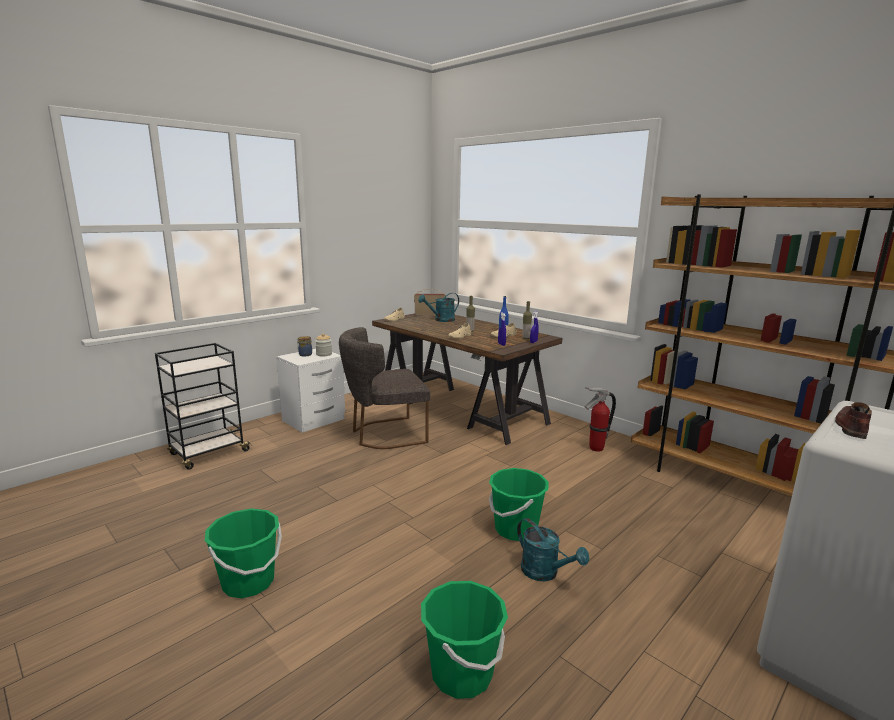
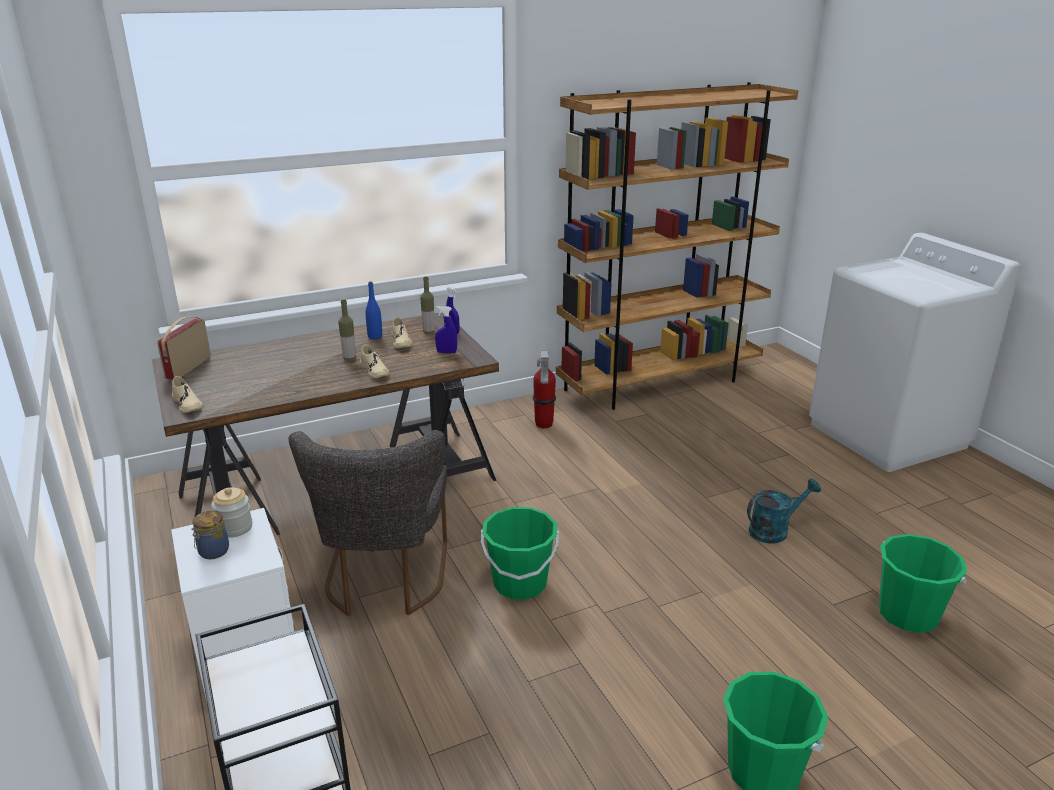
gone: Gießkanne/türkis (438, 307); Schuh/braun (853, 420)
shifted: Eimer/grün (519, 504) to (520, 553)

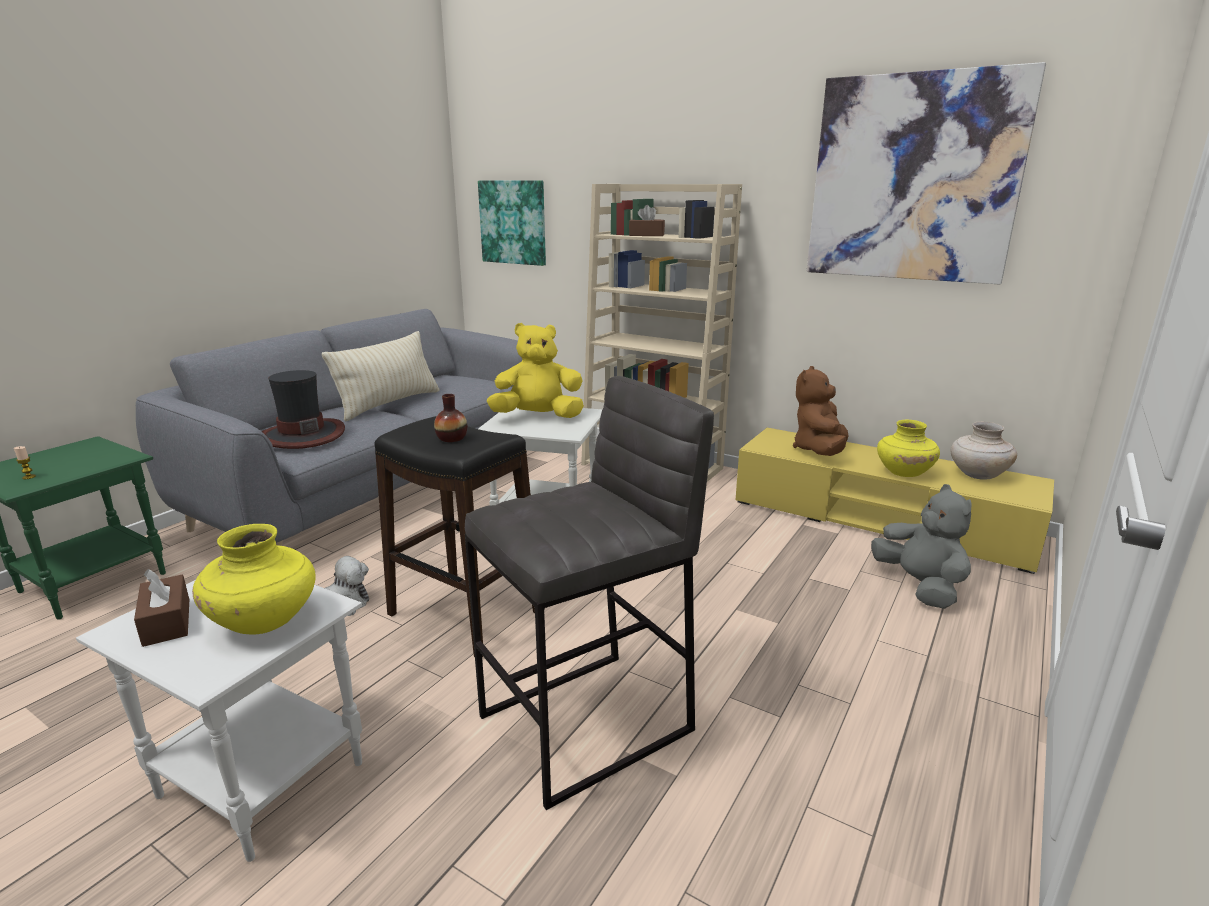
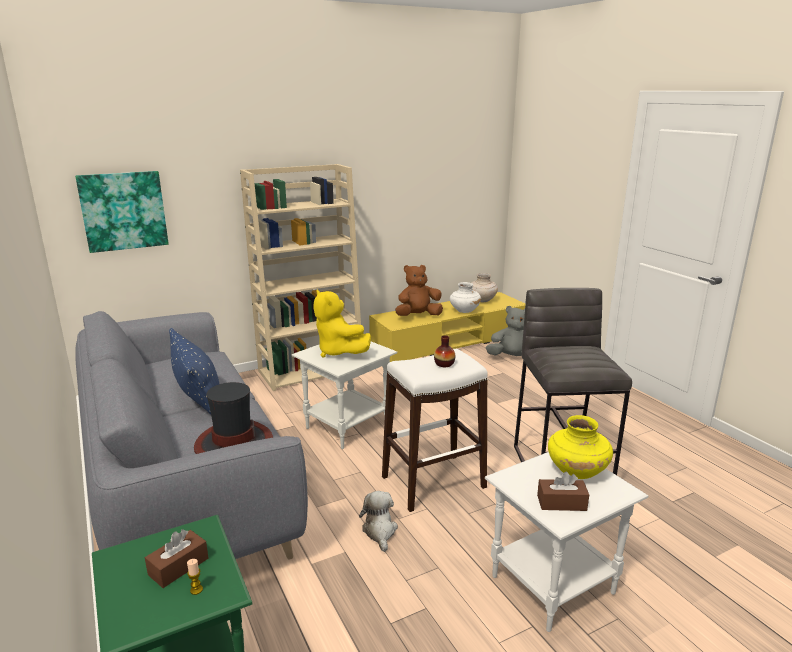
gone: Bild (926, 173)
shifted: Taschentuchbox/braun (647, 220) to (176, 558)
repainted: Kissen/beige (381, 376) to Kissen/blau (194, 371); Hocker/schwarz (455, 536) to Hocker/weiß (435, 430); Vase/gelb (908, 448) to Vase/weiß (465, 297)
rotated: Plüschtier/gelb (535, 370) = (342, 324) 60 degrees counterclockwise; Plüschtier/braun (821, 411) = (419, 290) 105 degrees clockwise

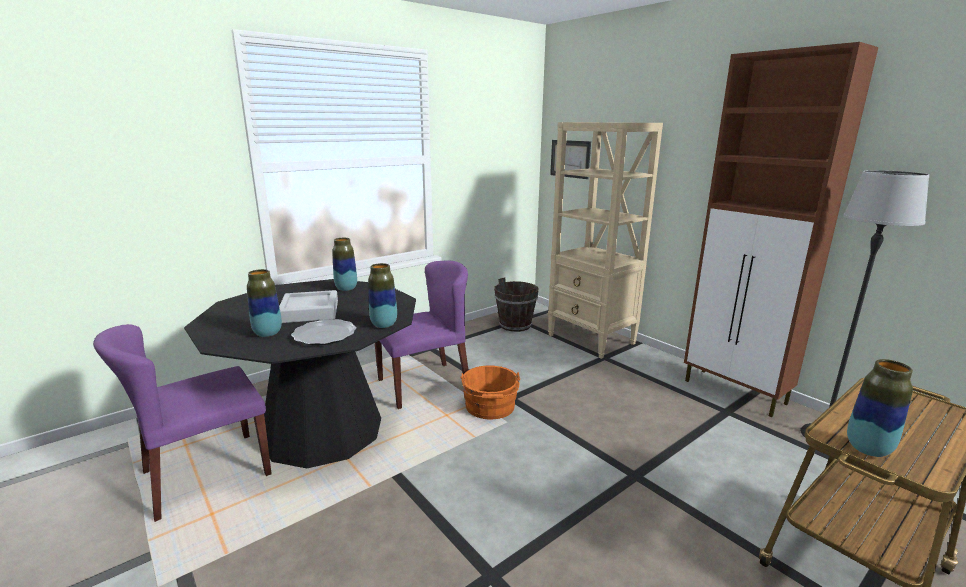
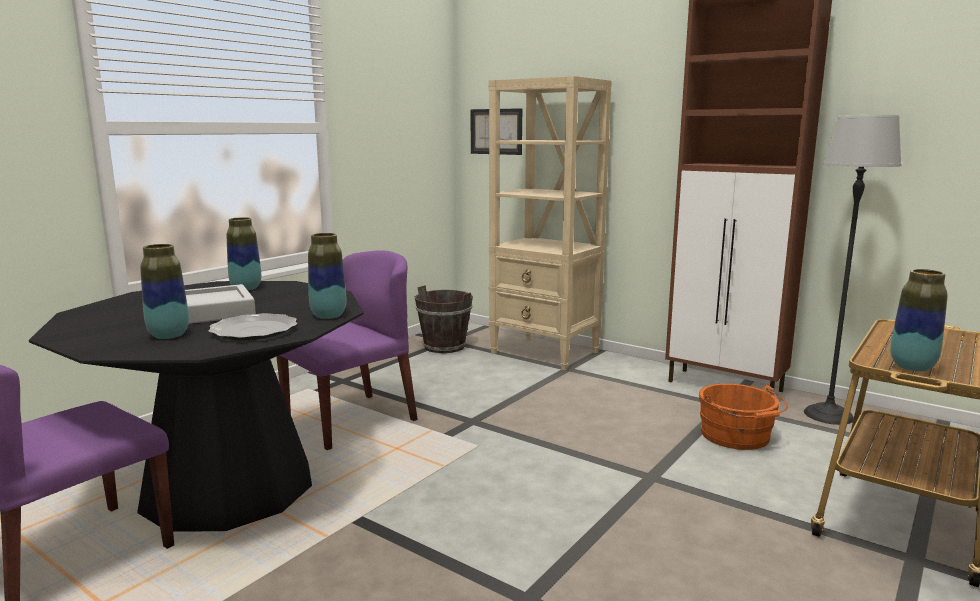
shifted: Eimer/orange (490, 392) to (743, 417)

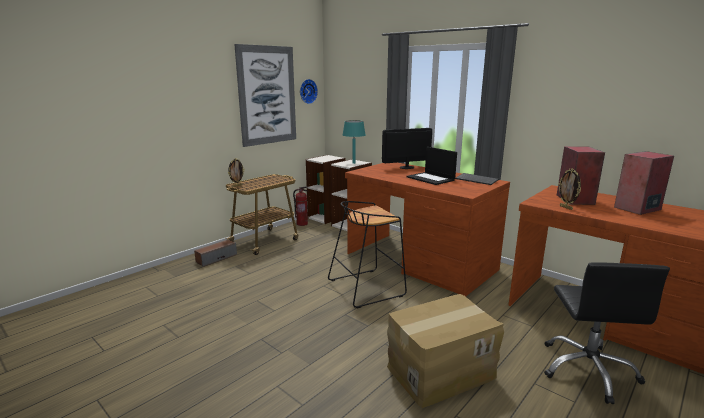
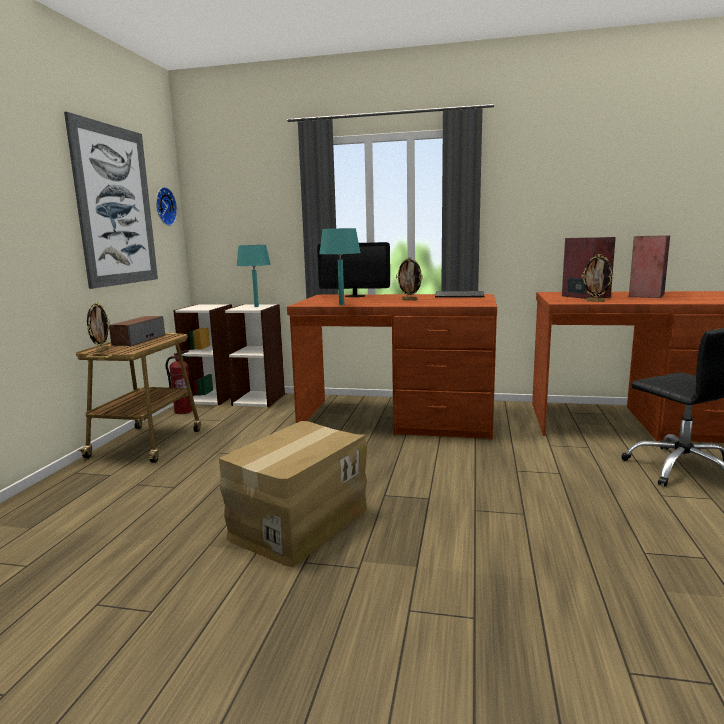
gone: Hocker/schwarz (367, 255)
new: Tischlampe/türkis (340, 266)
shifted: Lautsprecher (215, 253) to (137, 331); Karton (445, 351) to (293, 494)
swapped: Laptop (431, 166) to Bilderrahmen (409, 278)
rotated: Monitor (407, 148) = (353, 269) 120 degrees counterclockwise

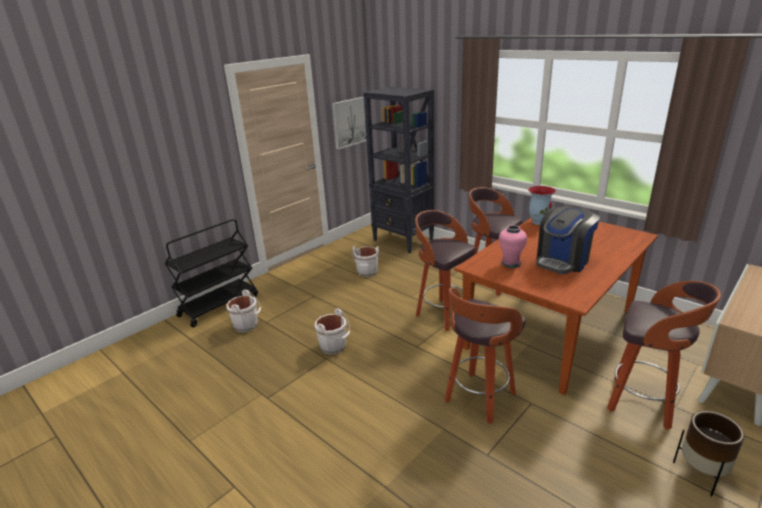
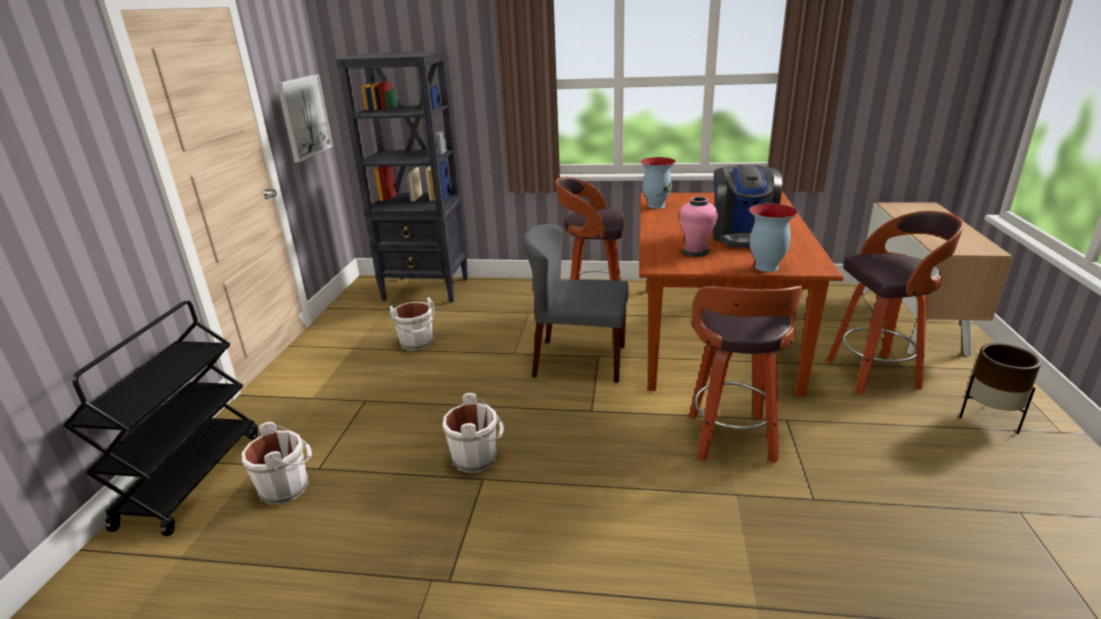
new: Vase (773, 238)
swapped: Hocker (445, 270) to Stuhl/grau (576, 303)

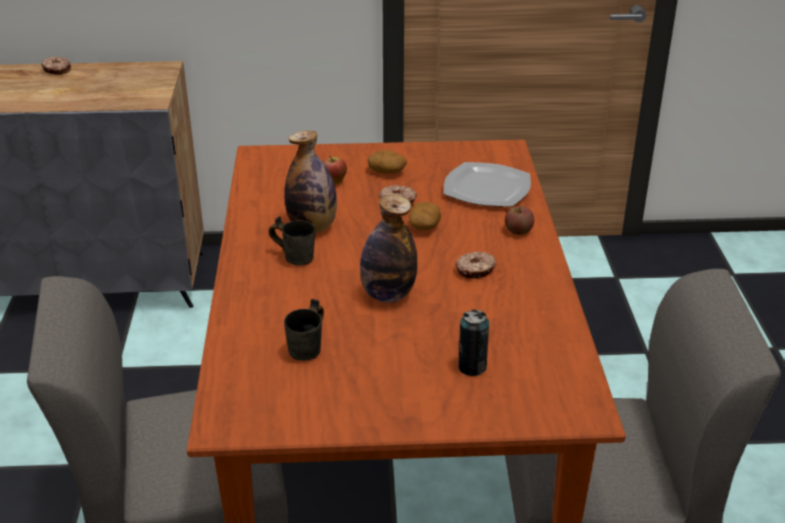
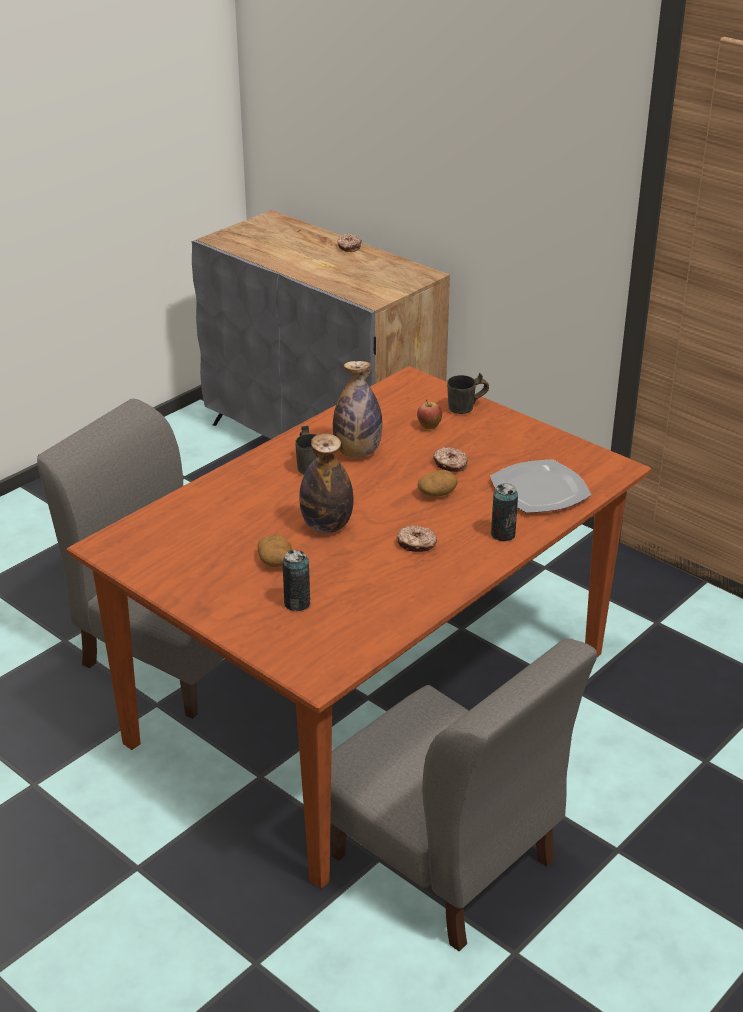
shifted: Kartoffel (387, 161) to (274, 551); Henkelbecher/grau (304, 330) to (468, 393)
swapped: Apfel (519, 220) to Dose (504, 512)

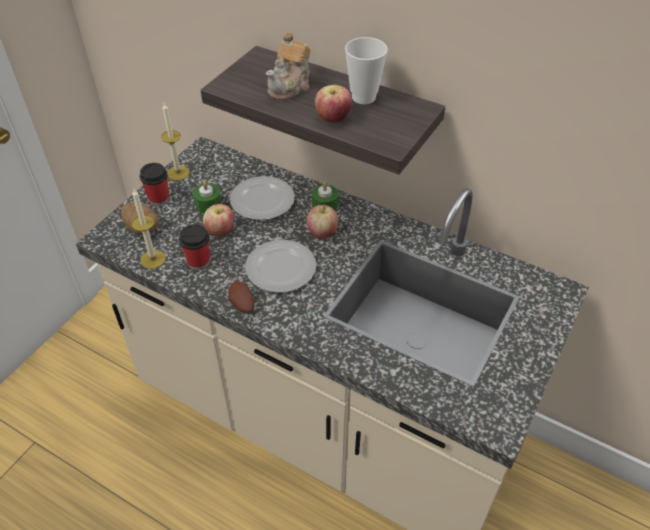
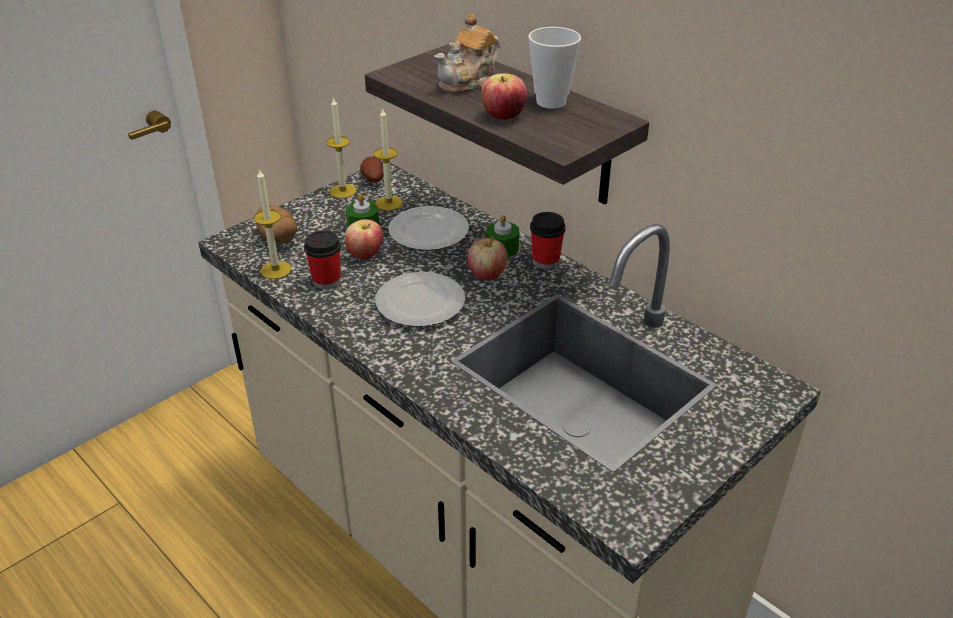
new: Kerze (388, 160)
shifted: Tasse (154, 184) to (548, 240); Kartoffel (241, 297) to (372, 169)

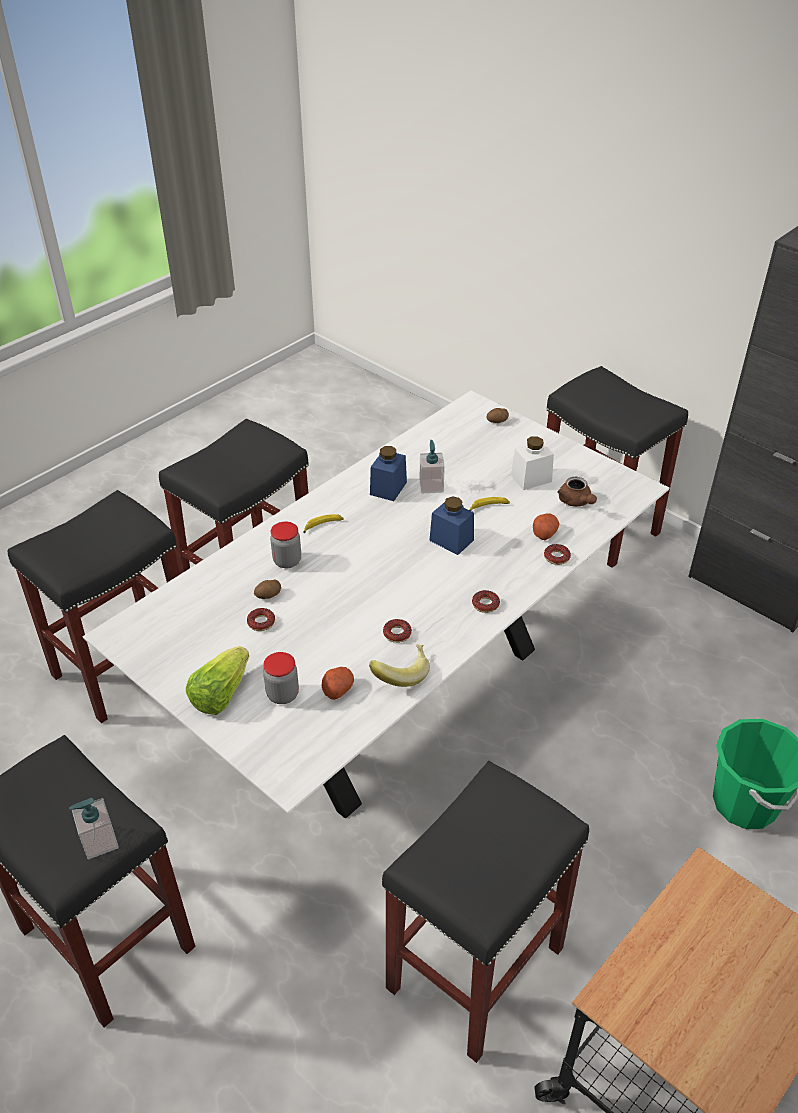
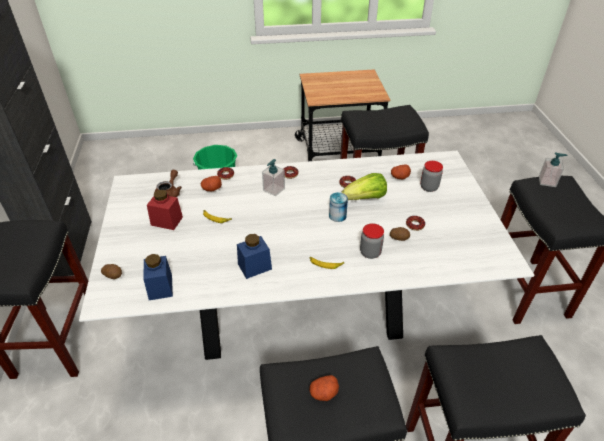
gone: Banane (399, 665)
new: Dose (338, 207); Kartoffel (324, 388)
shifted: Seifenspender (432, 466) to (273, 177); Vorratsglas/blau (451, 525) to (158, 277); Salatkopf (217, 680) to (364, 186)
repainted: Vorratsglas/weiß (532, 463) to Vorratsglas/rot (165, 210)

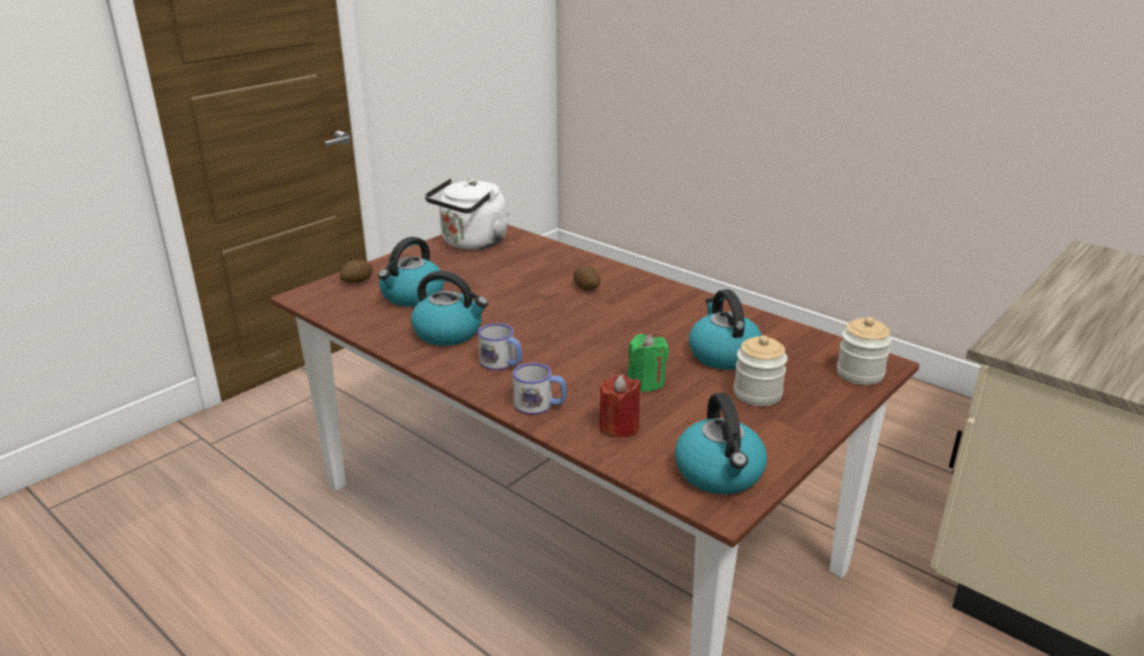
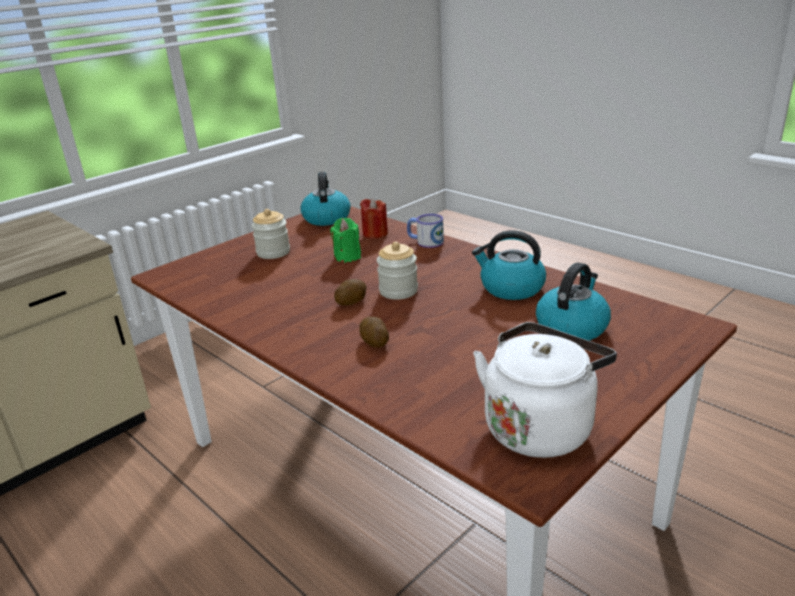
gone: Wasserkessel (725, 329); Henkelbecher (500, 346)
shifted: Kartoffel (355, 271) to (350, 292); Vorratsglas (864, 351) to (397, 271)

